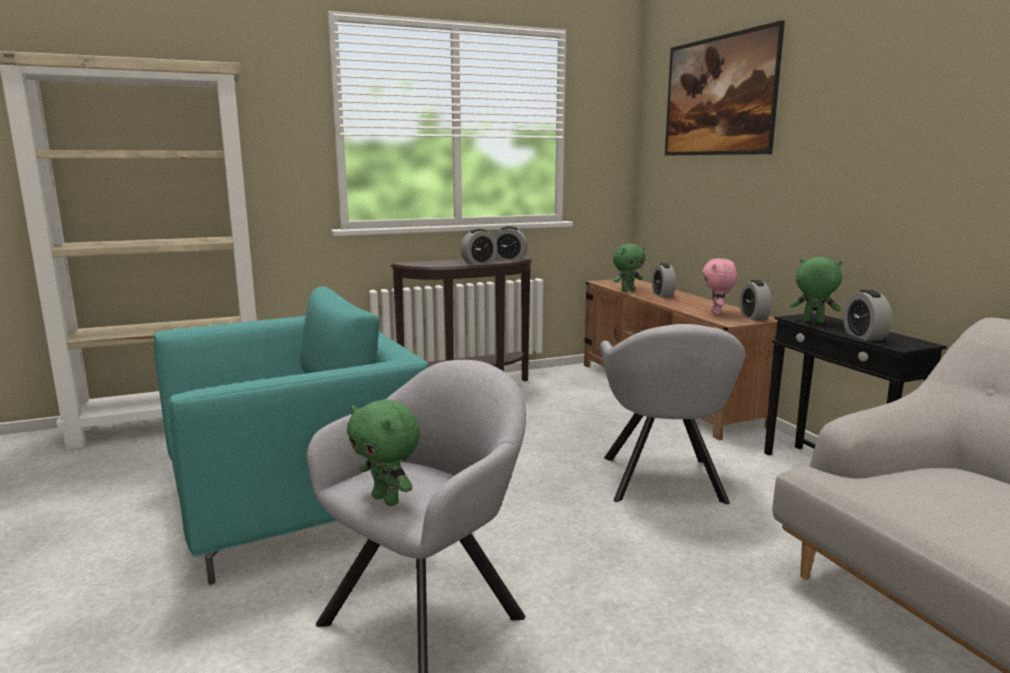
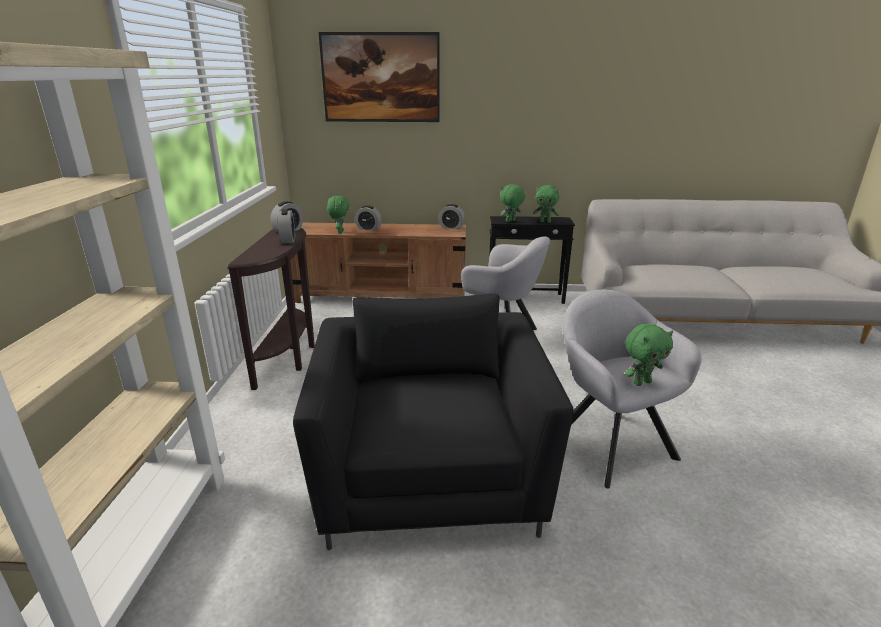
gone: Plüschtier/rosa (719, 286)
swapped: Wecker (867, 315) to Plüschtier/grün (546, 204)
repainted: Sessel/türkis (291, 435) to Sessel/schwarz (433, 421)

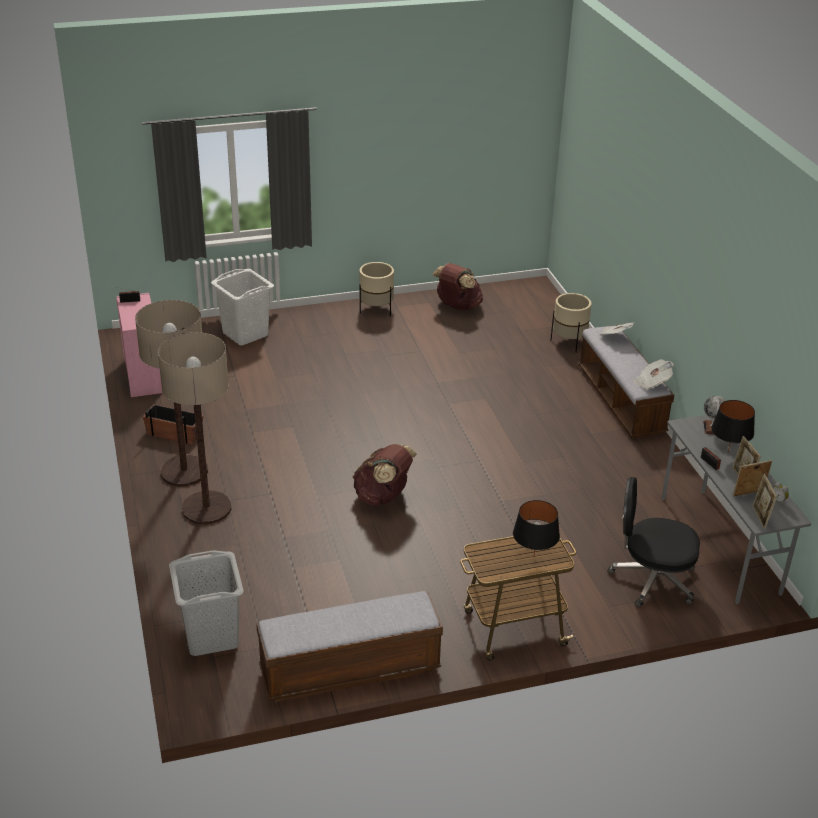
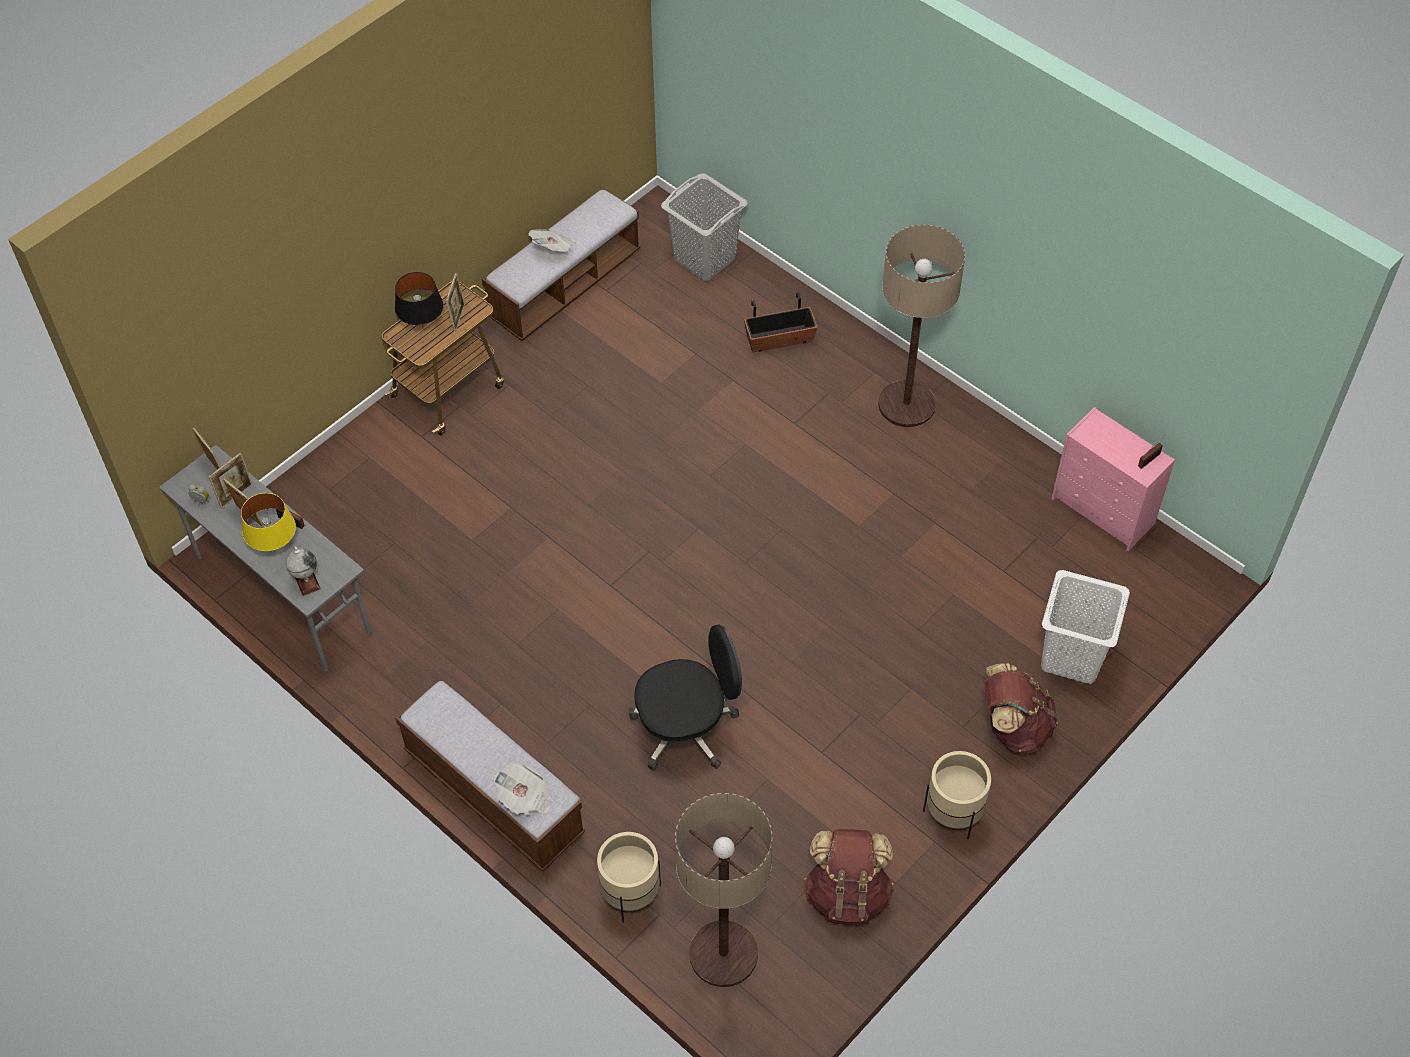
new: Bilderrahmen (455, 302)
shifted: Stehlampe (194, 428) to (724, 890); Zeitung (653, 374) to (552, 241); Pflanzkübel (173, 424) to (781, 322); Rucksack/braun (385, 475) to (1021, 708); Bürostuhl/schwarz (654, 542) to (685, 698)
repainted: Tischlampe/schwarz (733, 426) to Tischlampe/gelb (268, 522)

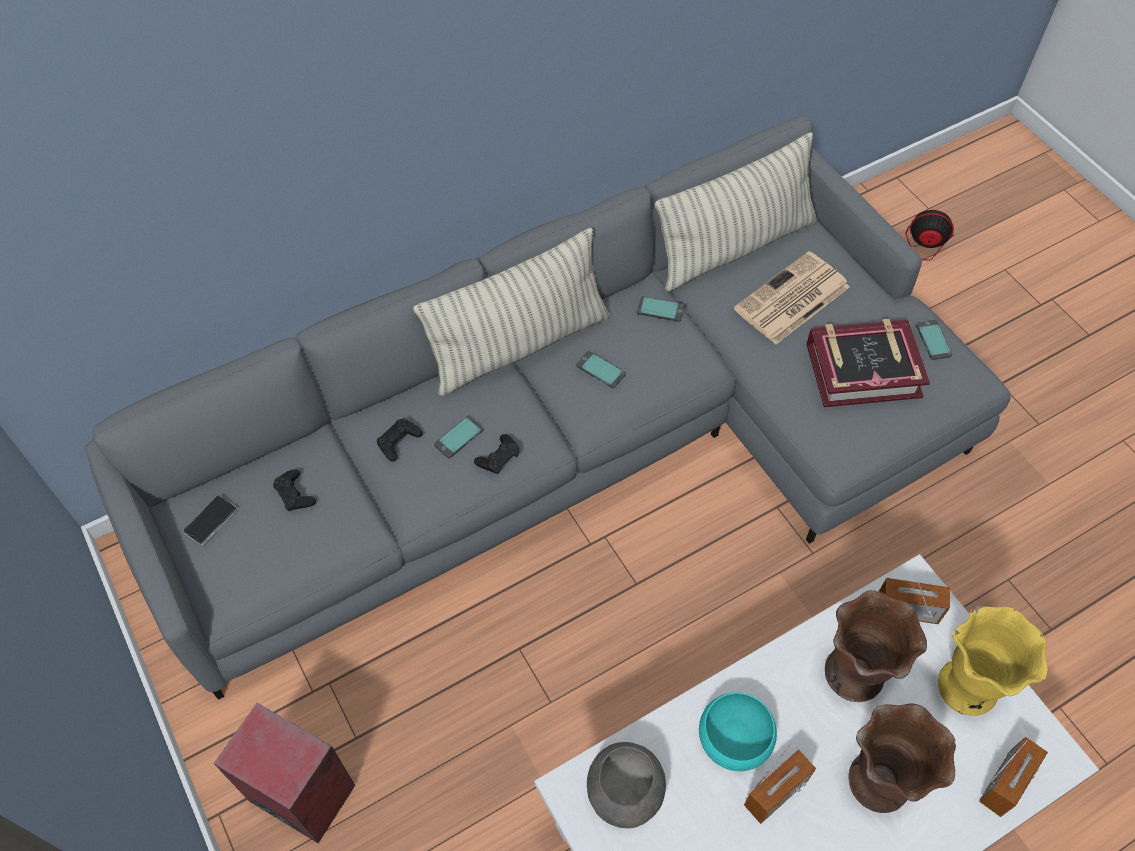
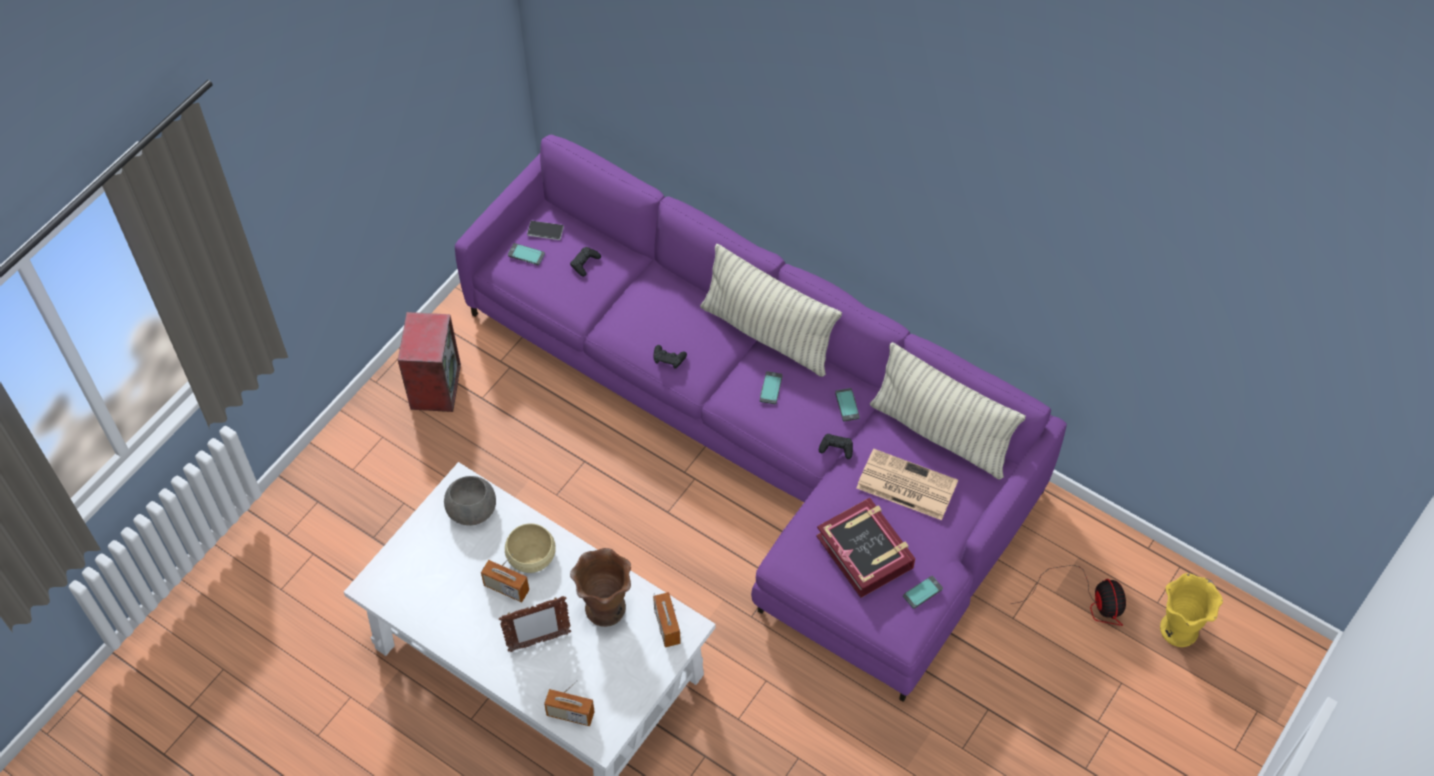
shifted: Handy (459, 436) to (526, 254); Gamepad/schwarz (400, 440) to (836, 446); Vase/gelb (993, 661) to (1191, 610)
swapped: Vase/braun (902, 758) to Bilderrahmen (535, 624)
repainted: Sofa/grau (548, 407) to Sofa/lila (761, 418); Schüssel/türkis (738, 731) to Schüssel/beige (530, 548)

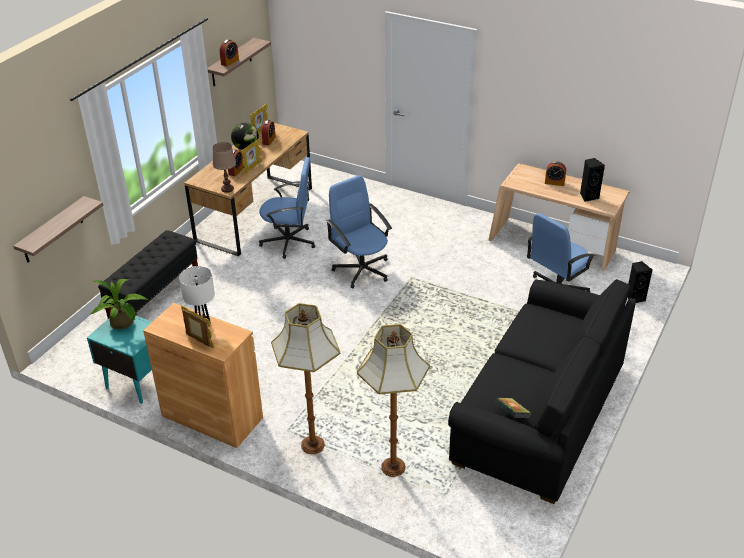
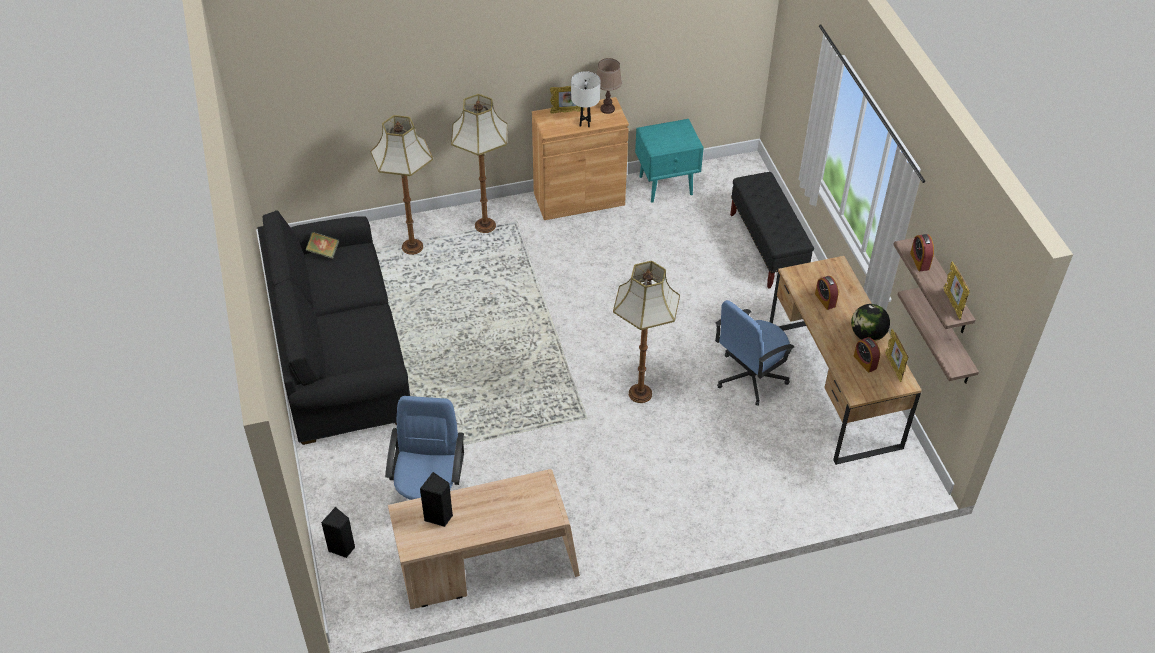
gone: Wecker (555, 173); Topfpflanze (119, 304)
shifted: Bilderrahmen (251, 156) to (956, 290); Tischlampe/braun (224, 167) to (609, 86); Wandregal (58, 229) to (938, 336)
swapped: Bürostuhl/blau (359, 231) to Stehlampe (646, 332)

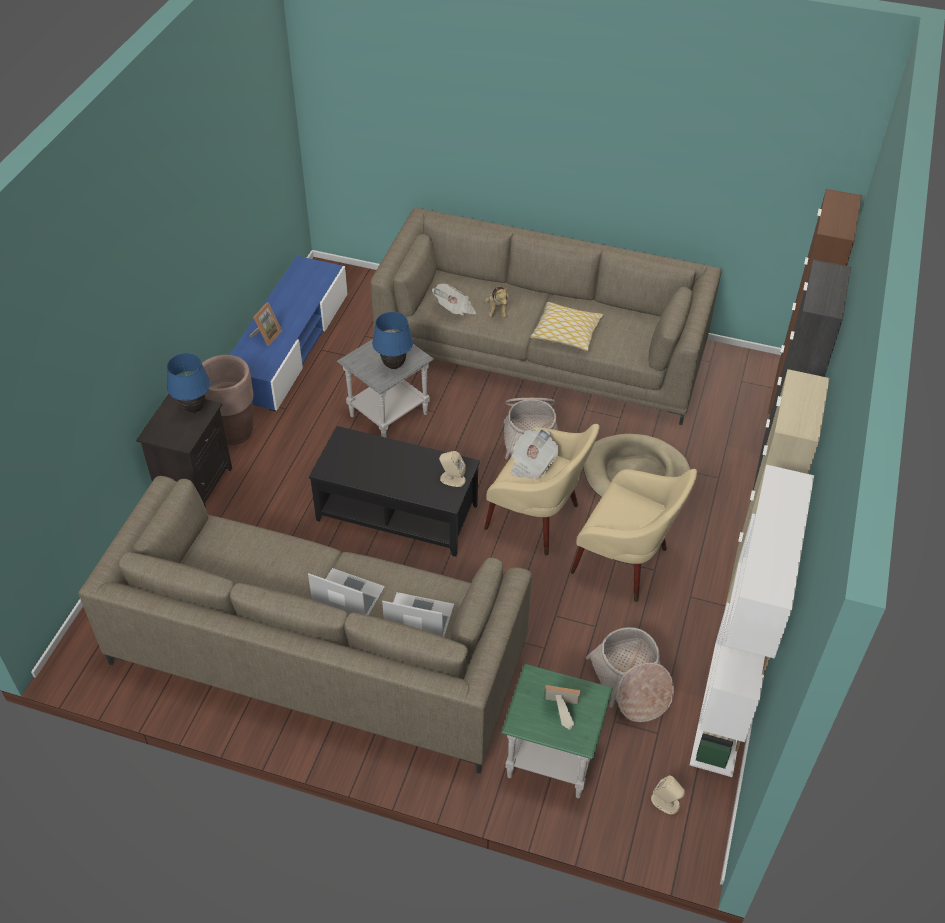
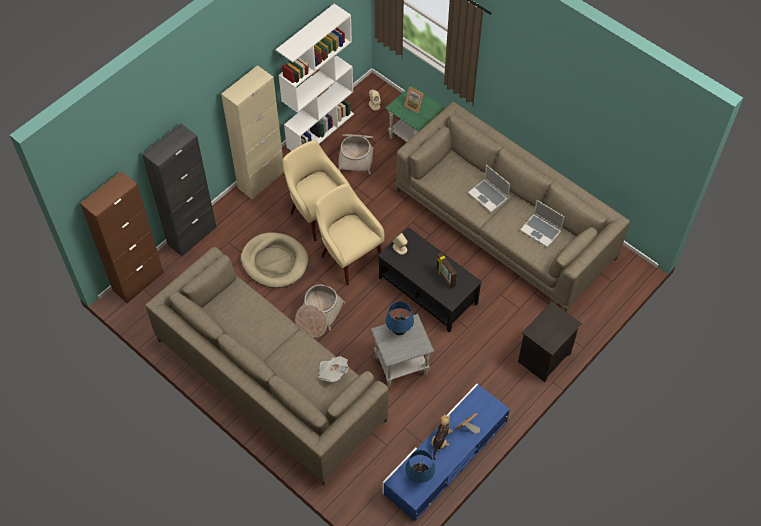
gone: Kissen (567, 327); Pflanzkübel/braun (228, 400); Zeitung (534, 454)
new: Bilderrahmen (447, 271)
shifted: Plüschtier (496, 302) to (442, 437); Tischlampe/blau (189, 383) to (420, 466); Laptop (418, 614) to (542, 224)

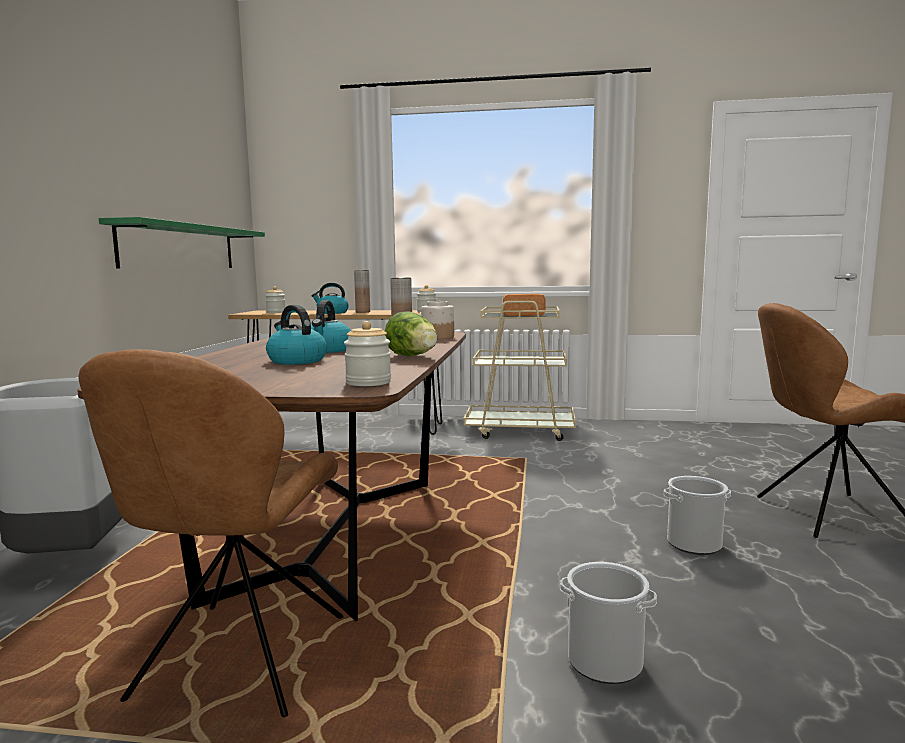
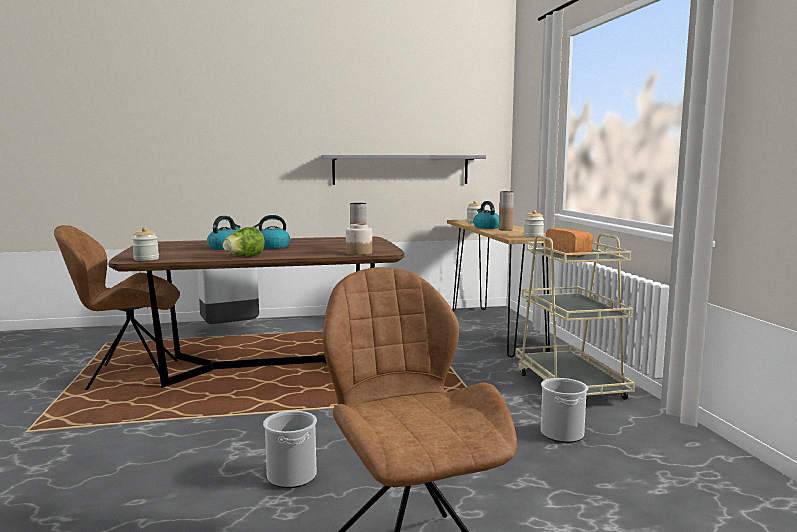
shifted: Eimer (608, 623) to (564, 410)
repainted: Wandregal/grün (182, 243) to Wandregal/grau (403, 170)

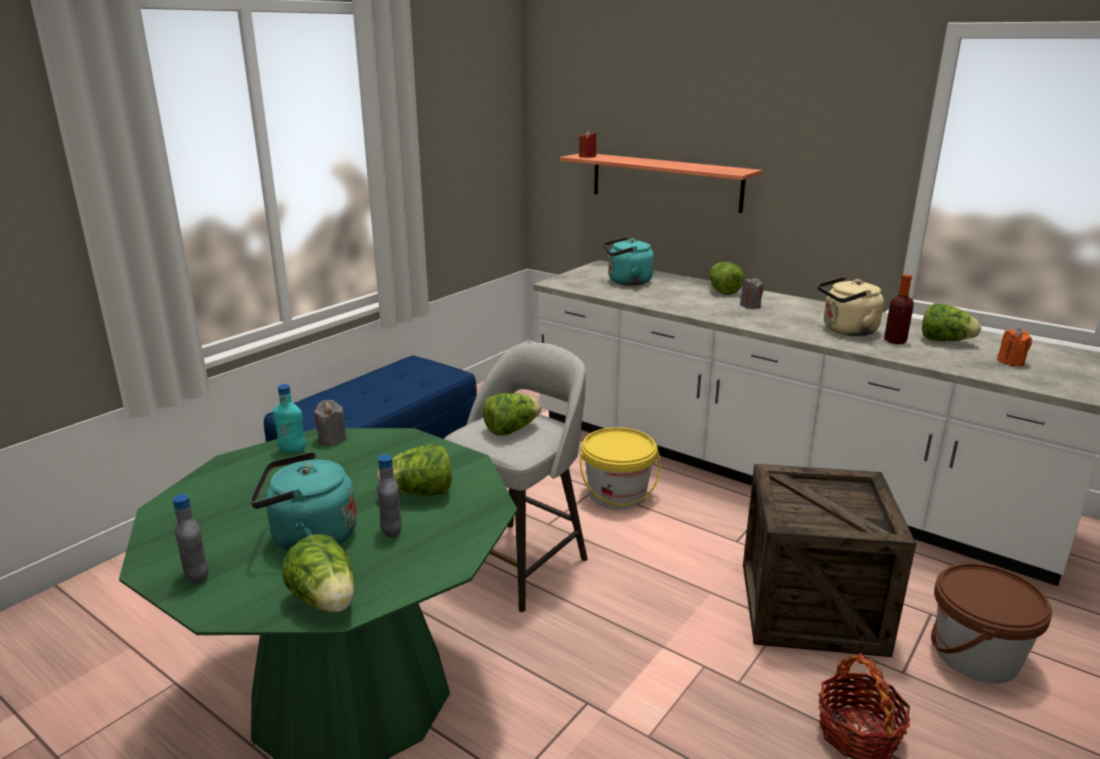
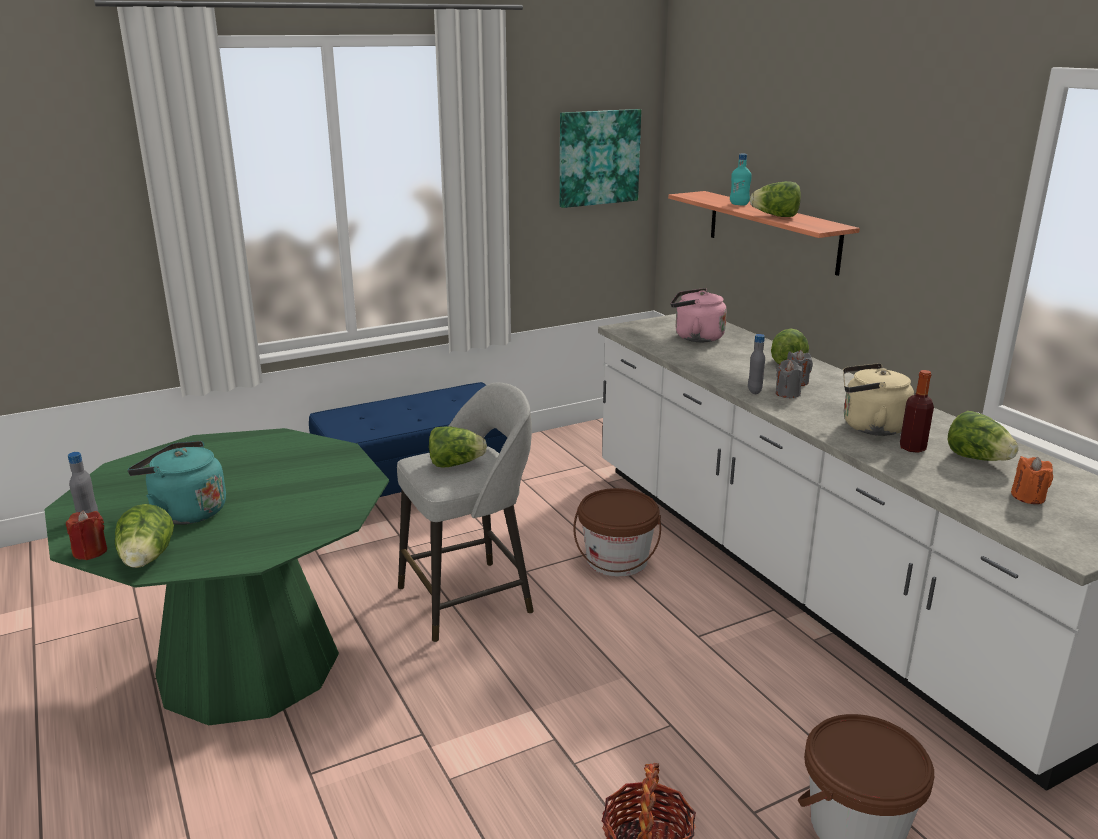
gone: Kiste (829, 560)
new: Bild (600, 158)
shifted: Kerze/rot (588, 144) to (86, 535); Flasche/türkis (289, 418) to (741, 179); Kerze/grau (330, 422) to (789, 379); Salatkopf (414, 470) to (775, 199); Flasche/grau (389, 496) to (756, 364)
repainted: Wasserkessel/türkis (628, 261) to Wasserkessel/rosa (699, 315); Eimer/gelb (620, 468) to Eimer/braun (617, 532)

